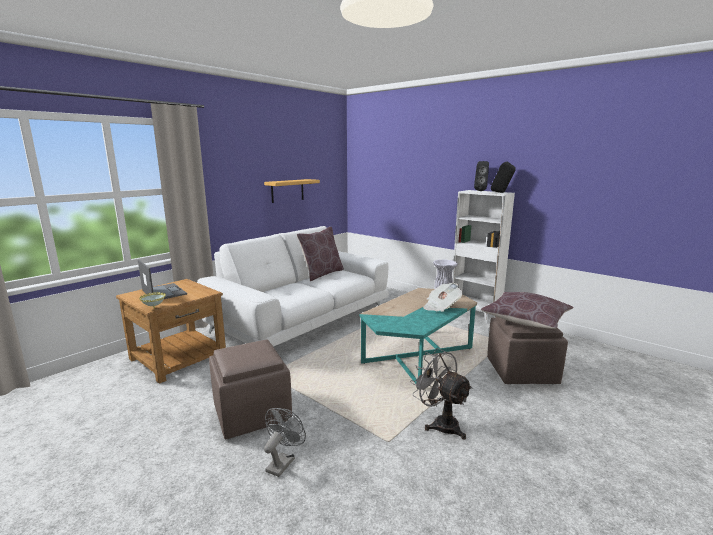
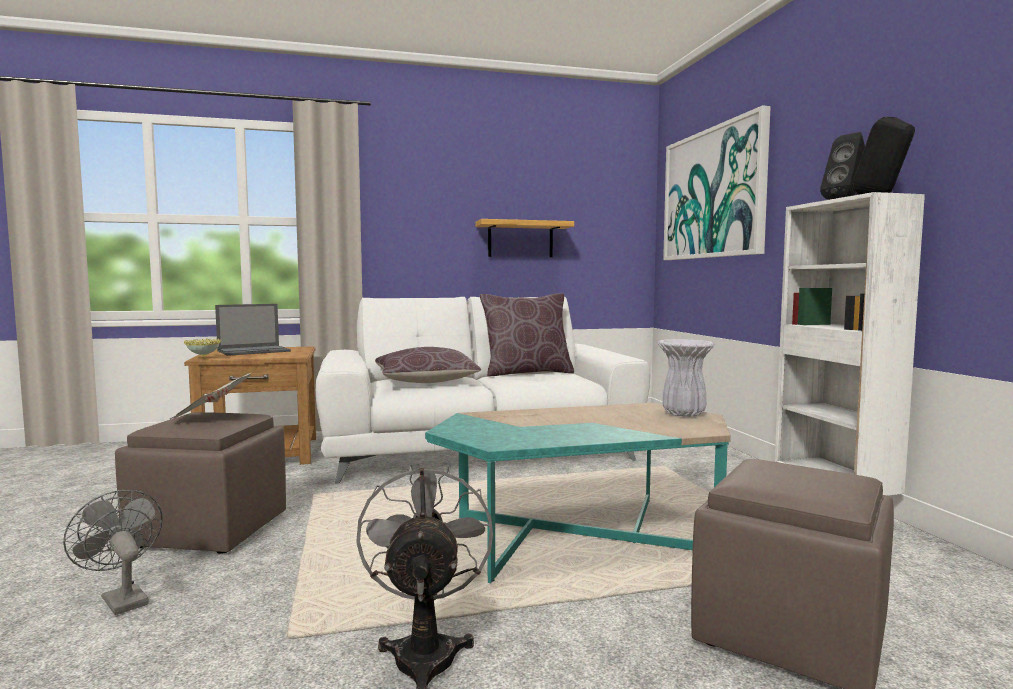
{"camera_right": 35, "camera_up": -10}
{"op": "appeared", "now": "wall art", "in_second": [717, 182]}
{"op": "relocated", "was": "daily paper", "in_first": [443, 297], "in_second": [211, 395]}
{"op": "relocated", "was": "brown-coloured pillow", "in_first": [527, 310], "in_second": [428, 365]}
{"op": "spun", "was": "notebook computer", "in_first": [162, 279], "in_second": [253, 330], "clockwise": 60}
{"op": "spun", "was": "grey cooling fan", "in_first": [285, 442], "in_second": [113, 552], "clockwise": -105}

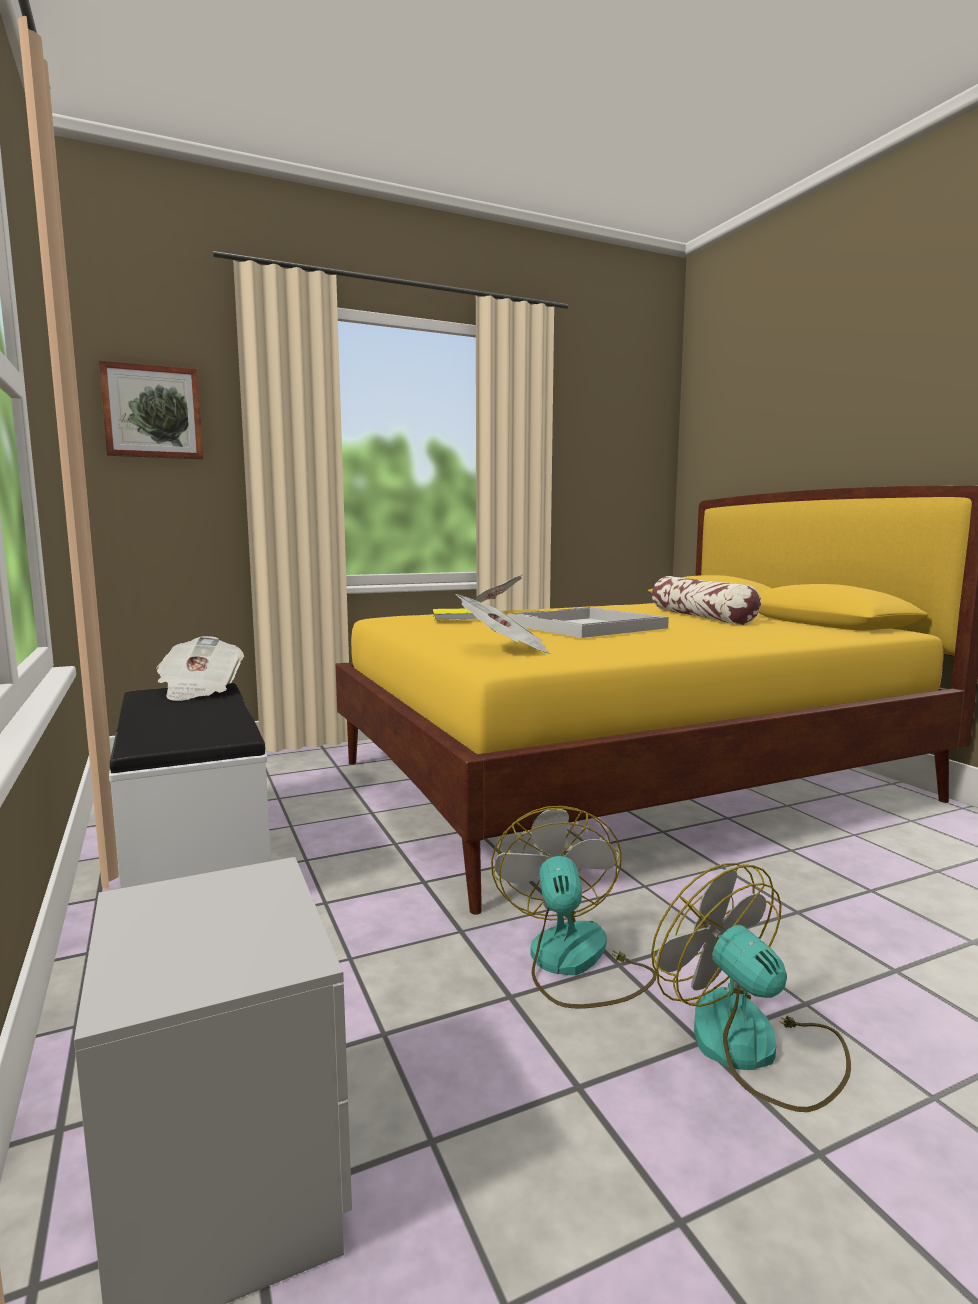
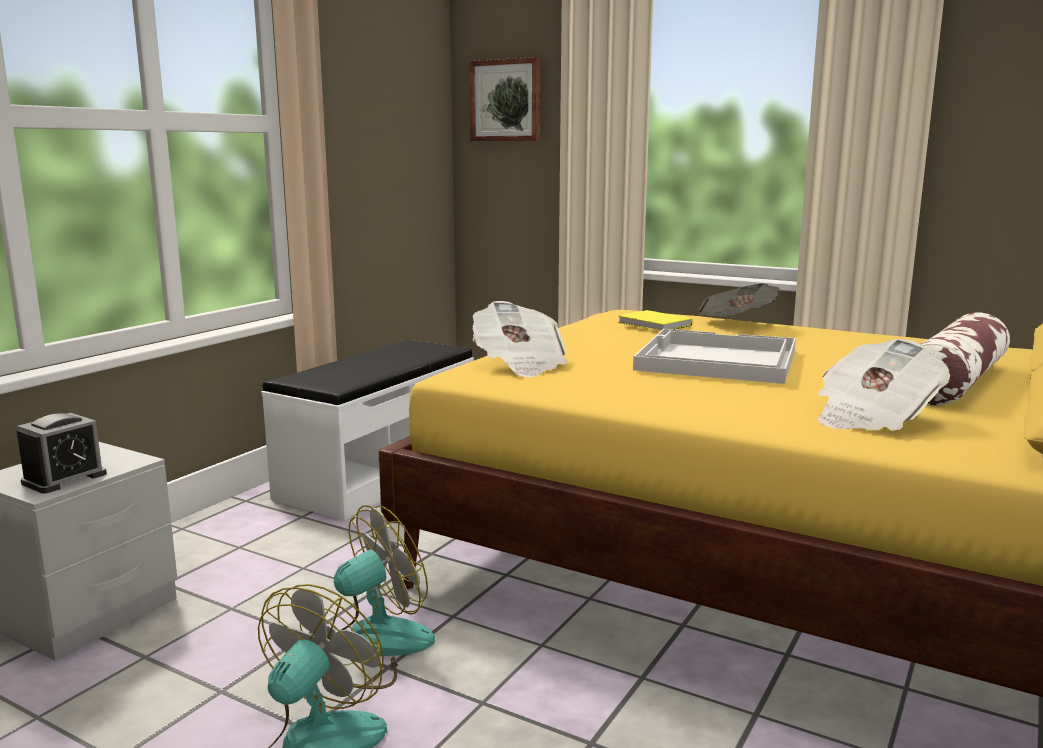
{"camera_right": 55, "camera_up": 5}
{"op": "appeared", "now": "bedside clock", "in_second": [62, 453]}
{"op": "relocated", "was": "daily paper", "in_first": [200, 668], "in_second": [884, 385]}

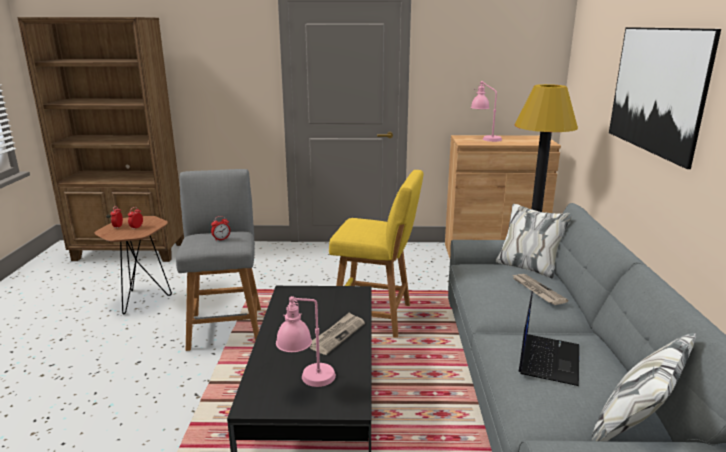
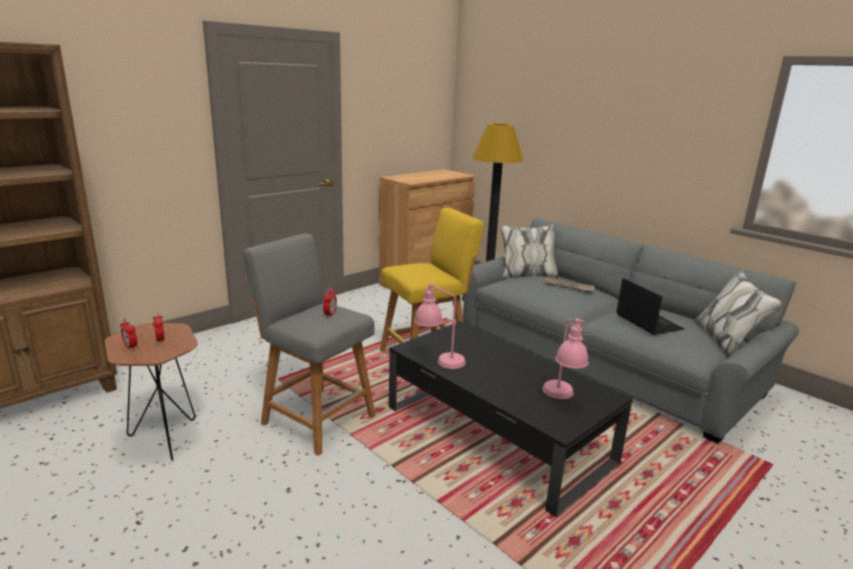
{"camera_right": -45, "camera_up": 0}
{"op": "missing", "was": "daily paper", "in_first": [337, 333]}
{"op": "missing", "was": "wall art", "in_first": [665, 98]}
{"op": "relocated", "was": "pinkish table lamp", "in_first": [486, 111], "in_second": [440, 326]}

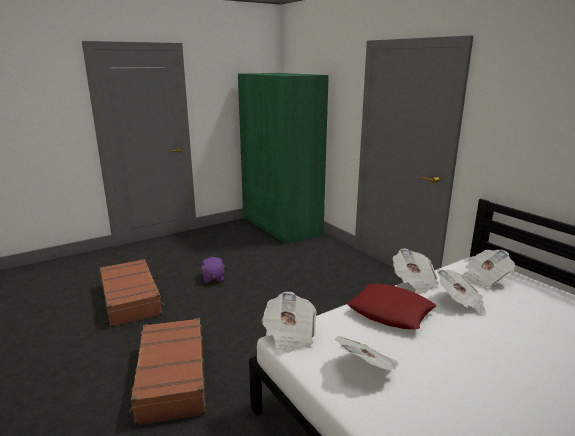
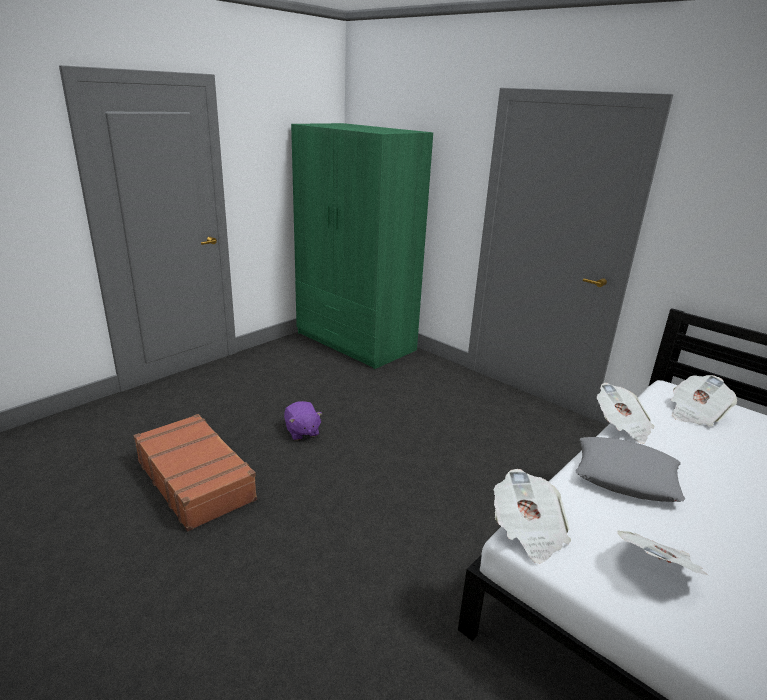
{"camera_right": -15, "camera_up": 5}
{"op": "missing", "was": "brown-coloured suitcase", "in_first": [167, 372]}
{"op": "missing", "was": "daily paper", "in_first": [461, 291]}
{"op": "colour", "was": "red-coloured pillow", "now": "grey pillow", "in_first": [391, 306], "in_second": [630, 469]}

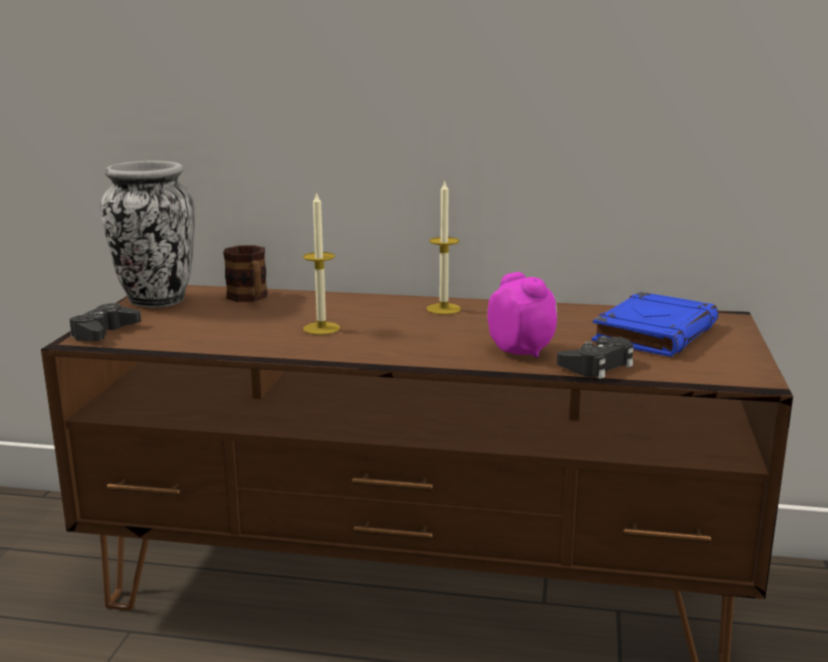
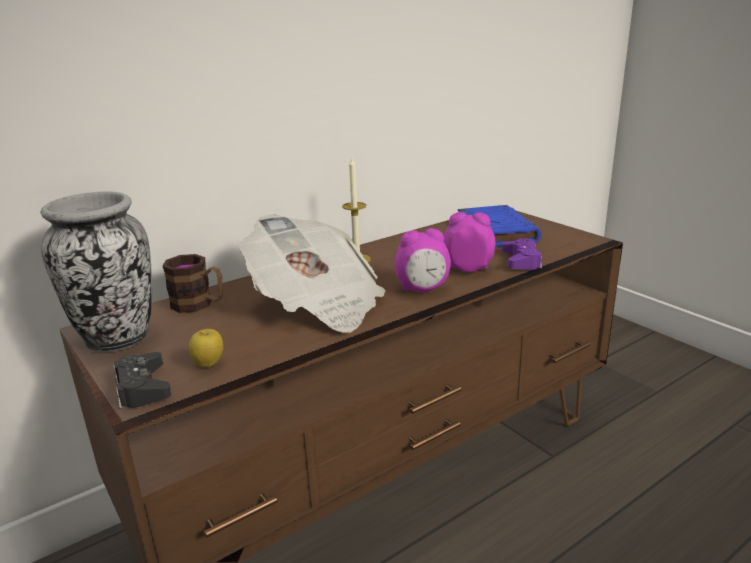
{"camera_right": -45, "camera_up": 5}
{"op": "appeared", "now": "whole apple", "in_second": [206, 348]}
{"op": "appeared", "now": "bedside clock", "in_second": [422, 260]}
{"op": "exchanged", "was": "wax candle", "now": "daily paper", "in_first": [321, 263], "in_second": [312, 274]}
{"op": "colour", "was": "black-coloured gamepad", "now": "purple gamepad", "in_first": [595, 357], "in_second": [521, 254]}

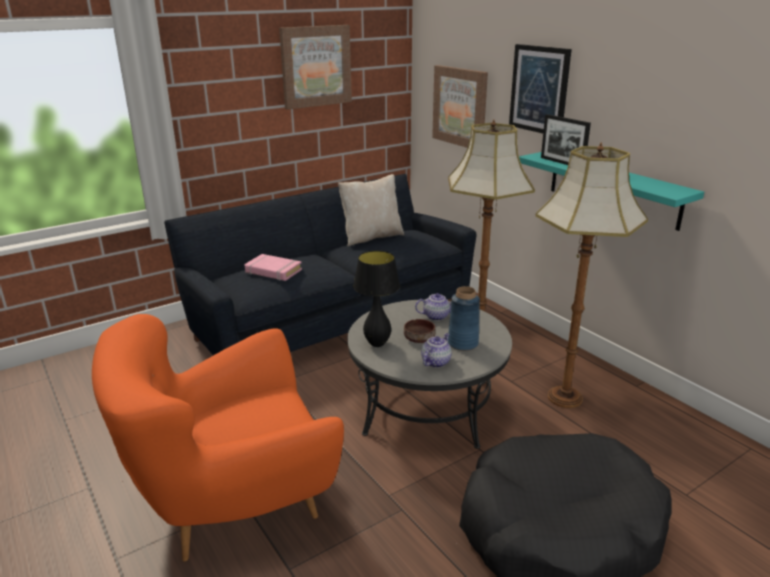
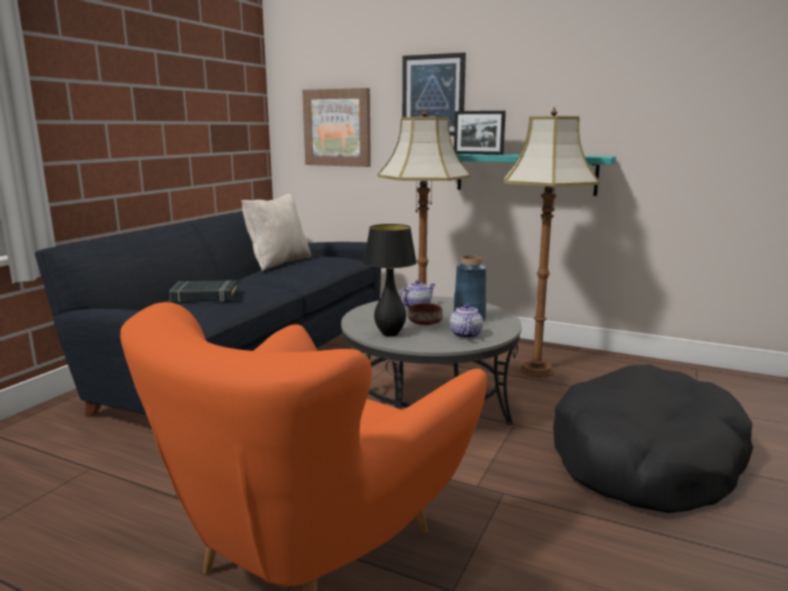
{"camera_right": -30, "camera_up": -10}
{"op": "missing", "was": "wall art", "in_first": [315, 67]}
{"op": "colour", "was": "pinkish bound book", "now": "black-coloured bound book", "in_first": [273, 267], "in_second": [203, 291]}

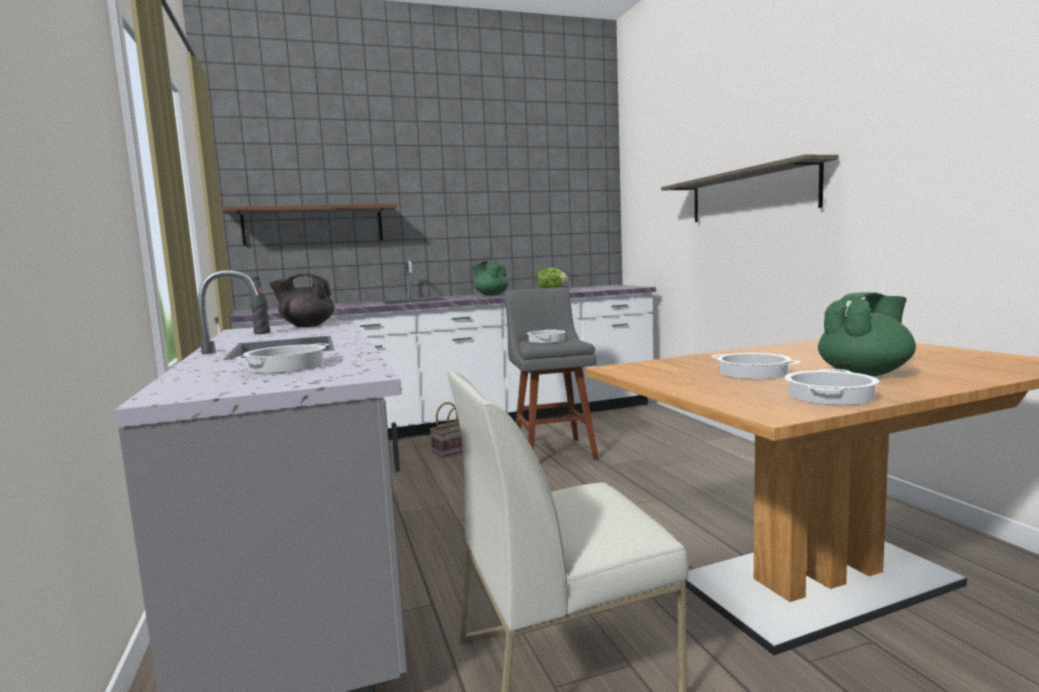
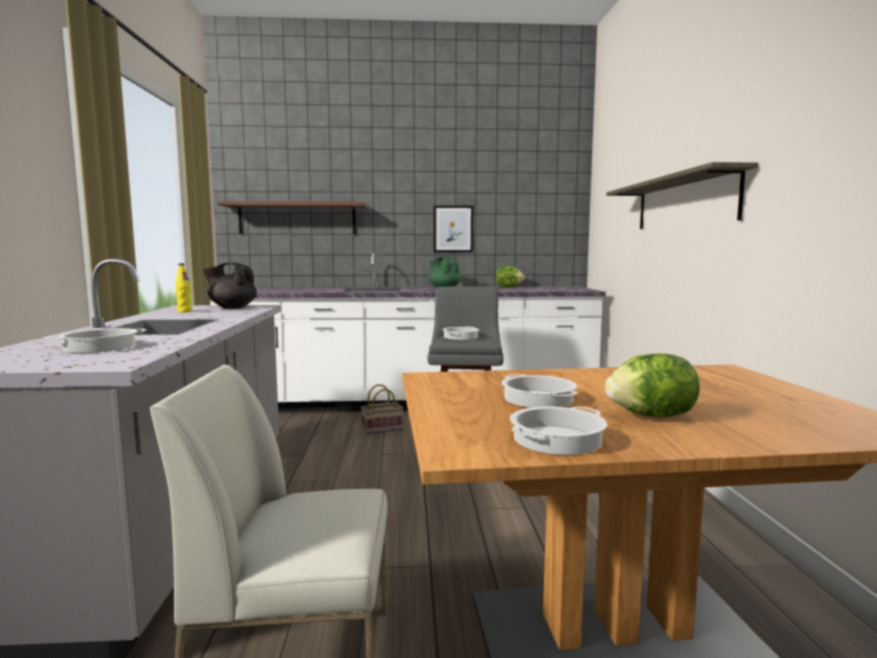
{"camera_right": 15, "camera_up": 0}
{"op": "appeared", "now": "wall art", "in_second": [453, 229]}
{"op": "exchanged", "was": "green pot for tea", "now": "lettuce", "in_first": [867, 334], "in_second": [652, 385]}
{"op": "colour", "was": "black-coloured beverage bottle", "now": "yellowish beverage bottle", "in_first": [260, 305], "in_second": [183, 287]}

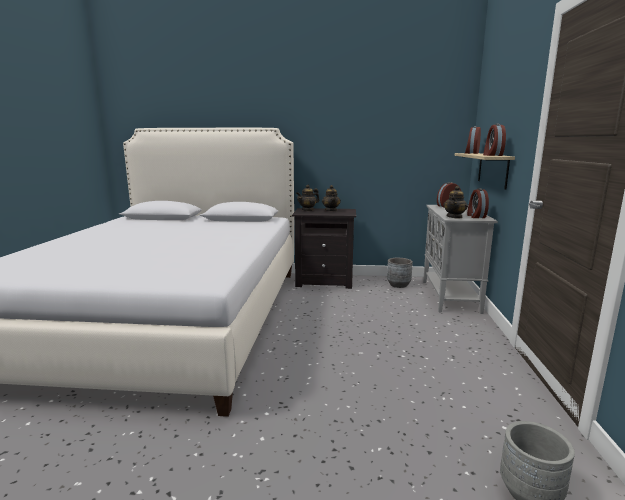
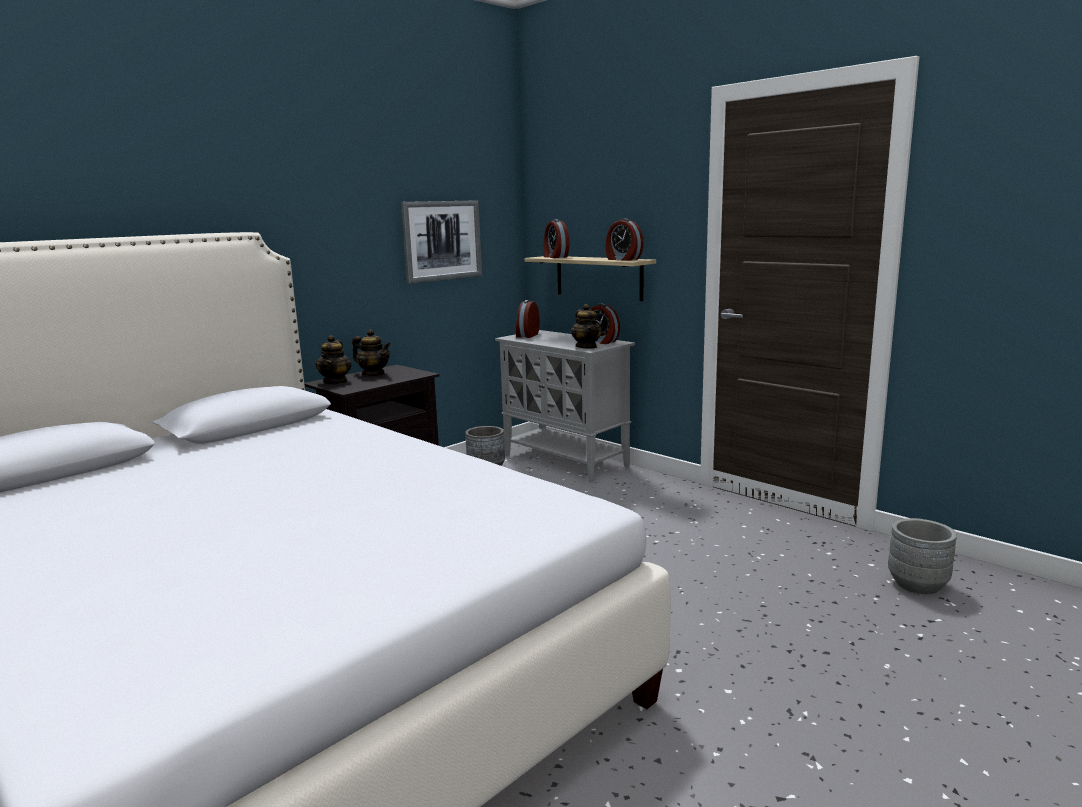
{"camera_right": -50, "camera_up": 0}
{"op": "appeared", "now": "wall art", "in_second": [441, 242]}

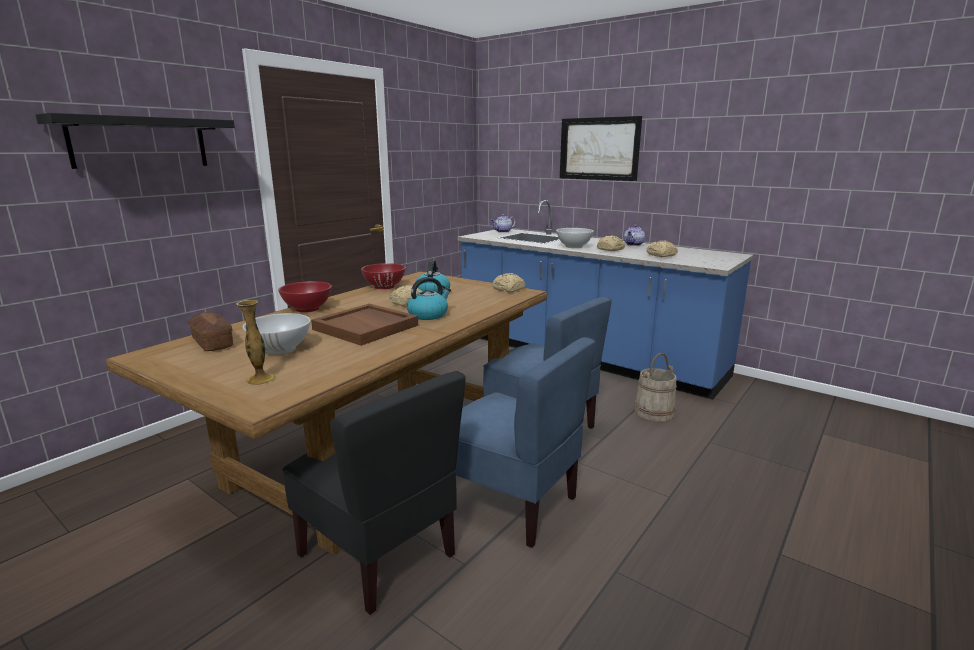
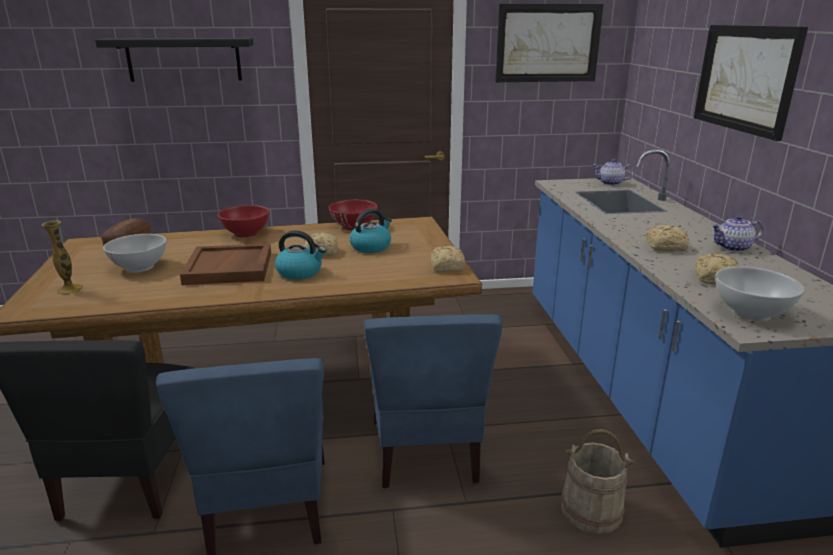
{"camera_right": 45, "camera_up": 5}
{"op": "appeared", "now": "wall art", "in_second": [549, 43]}
{"op": "relocated", "was": "white bowl", "in_first": [575, 238], "in_second": [760, 293]}

